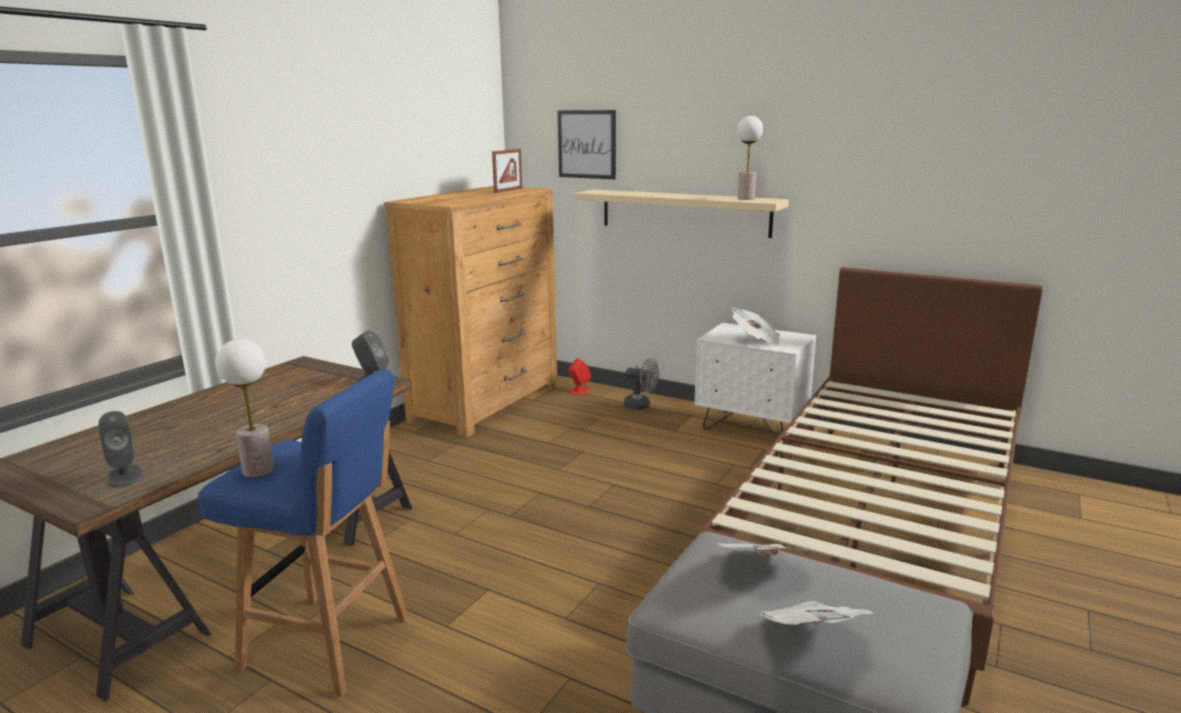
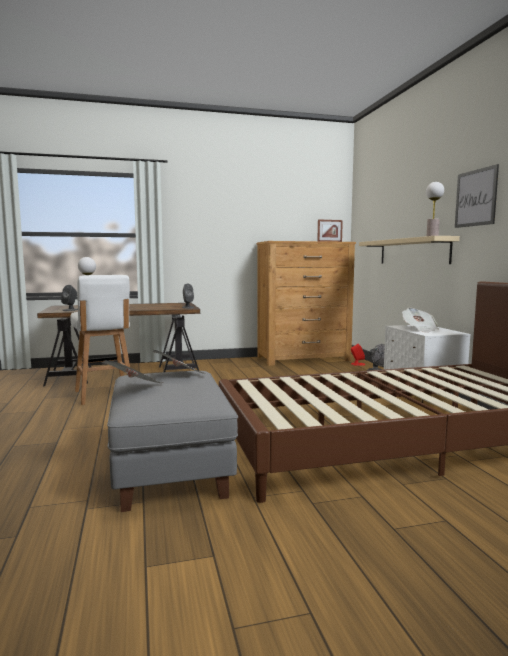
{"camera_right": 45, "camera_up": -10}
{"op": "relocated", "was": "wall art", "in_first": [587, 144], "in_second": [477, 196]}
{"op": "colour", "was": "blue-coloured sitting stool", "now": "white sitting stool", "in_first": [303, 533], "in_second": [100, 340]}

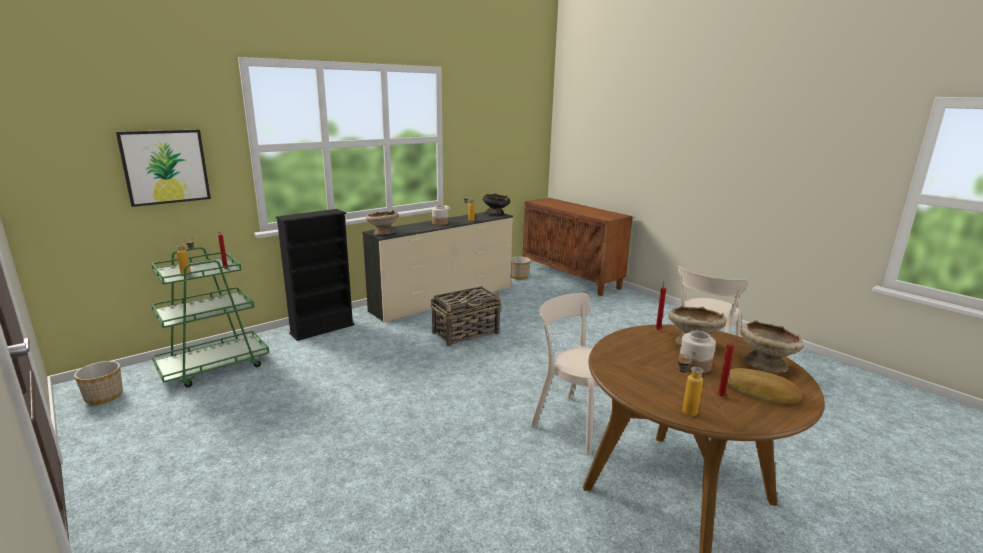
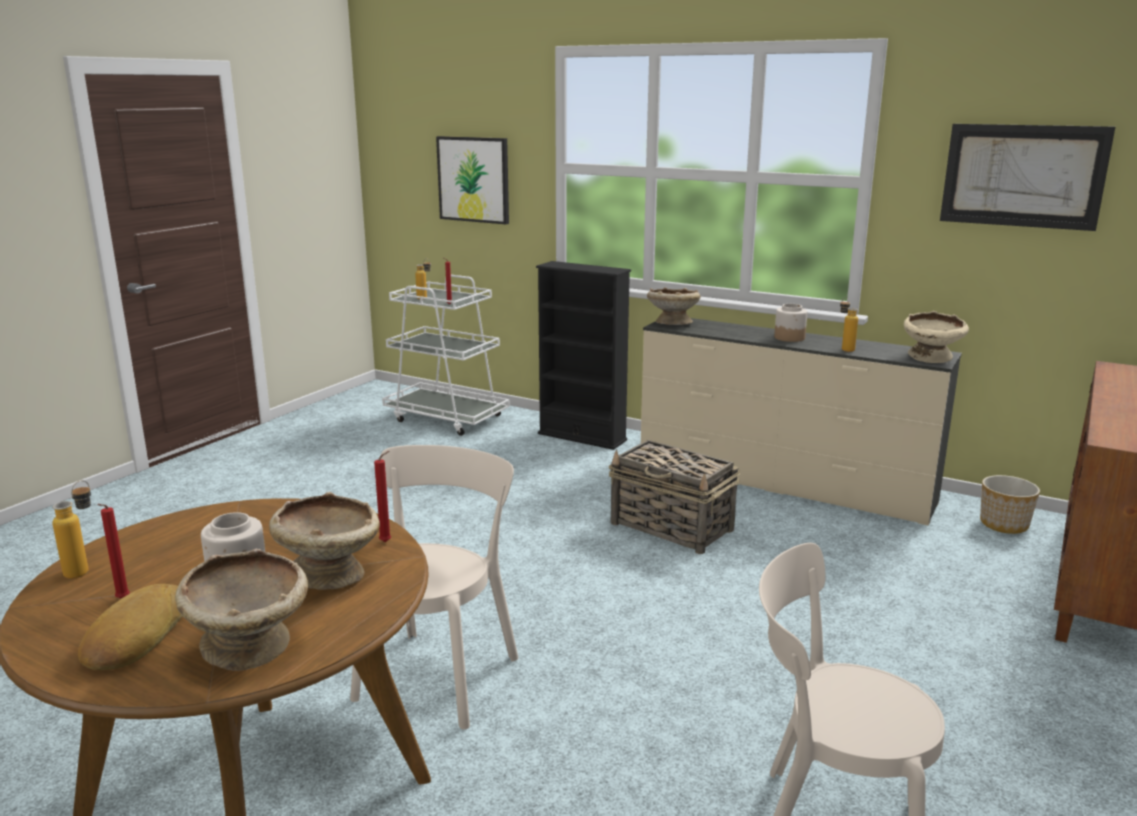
{"camera_right": 70, "camera_up": 0}
{"op": "missing", "was": "planter", "in_first": [98, 383]}
{"op": "appeared", "now": "wall art", "in_second": [1027, 177]}
{"op": "colour", "was": "green wheeled cart", "now": "white wheeled cart", "in_first": [210, 317], "in_second": [446, 355]}
{"op": "colour", "was": "black-coloured bowl", "now": "beige-coloured bowl", "in_first": [496, 205], "in_second": [936, 337]}

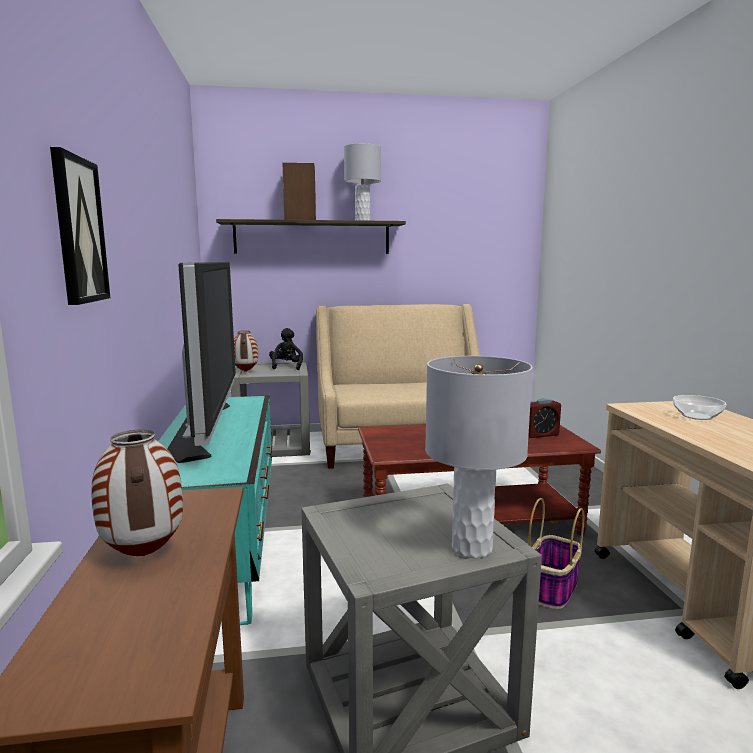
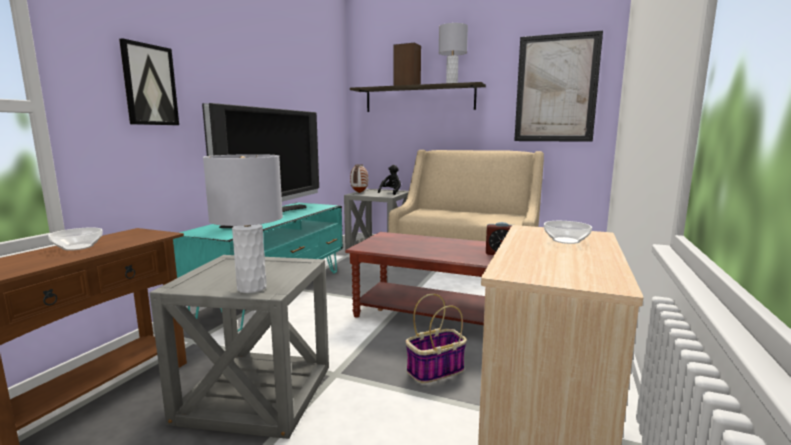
{"camera_right": 30, "camera_up": 0}
{"op": "appeared", "now": "wall art", "in_second": [558, 86]}
{"op": "exchanged", "was": "flower vase", "now": "bowl", "in_first": [137, 493], "in_second": [75, 239]}

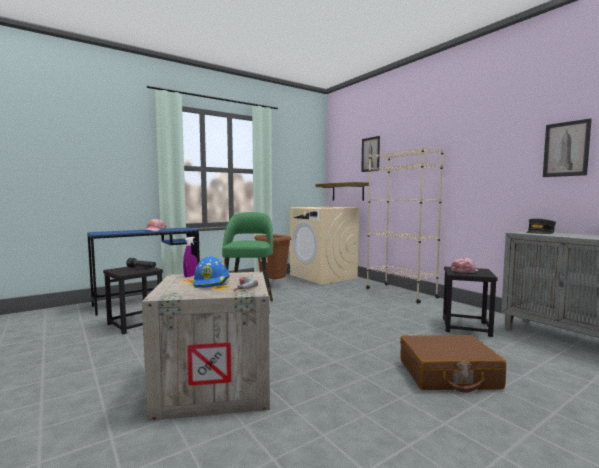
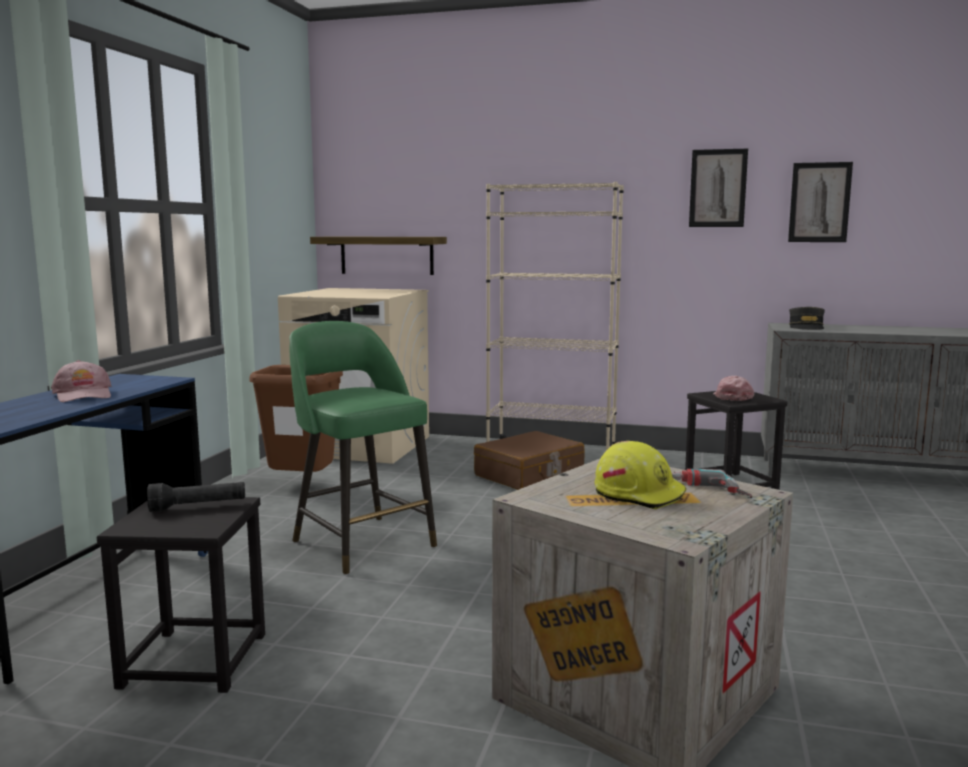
{"camera_right": -40, "camera_up": 5}
{"op": "missing", "was": "purple sprayer", "in_first": [190, 257]}
{"op": "relocated", "was": "wall art", "in_first": [370, 154], "in_second": [718, 188]}
{"op": "relocated", "was": "brown-coloured suitcase", "in_first": [453, 363], "in_second": [529, 460]}
{"op": "colour", "was": "blue-coloured work helmet", "now": "yellowish work helmet", "in_first": [211, 272], "in_second": [640, 475]}

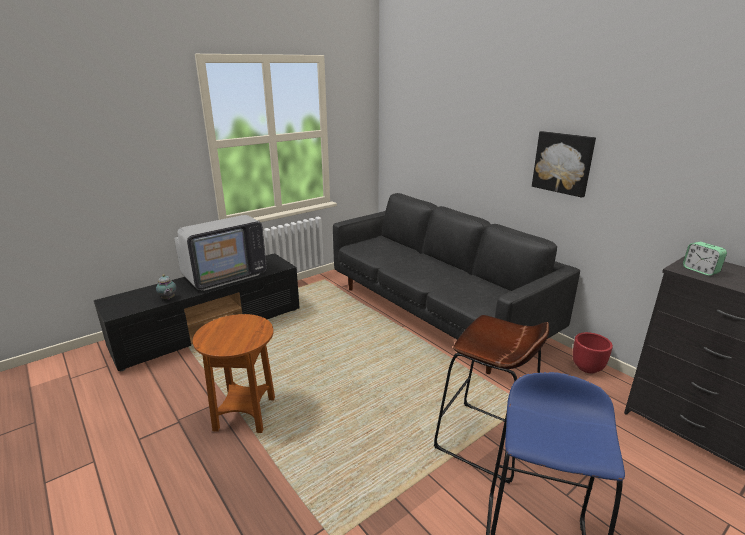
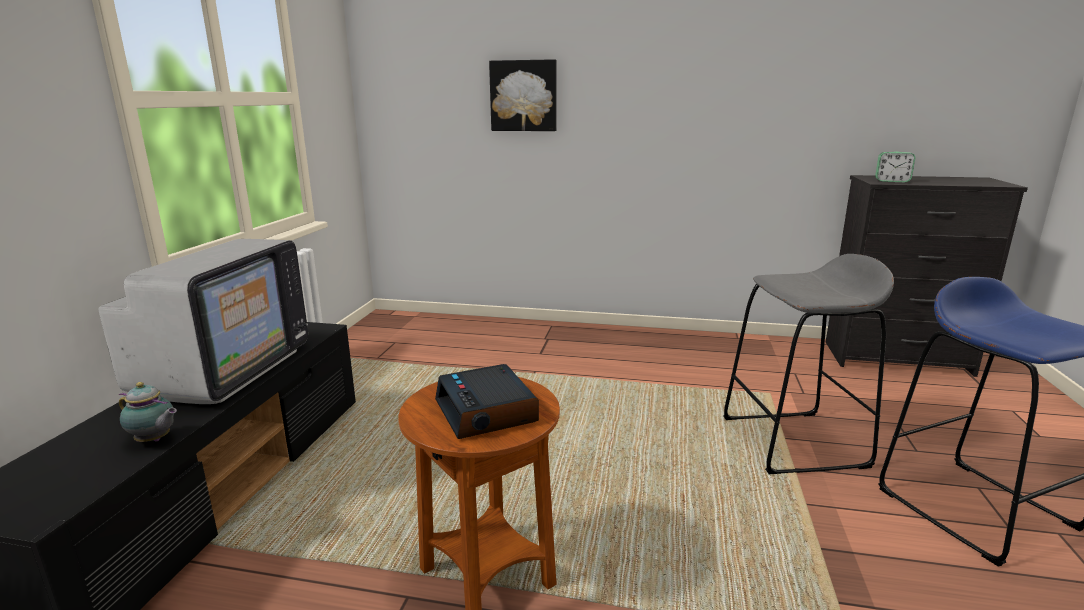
{"camera_right": -40, "camera_up": -5}
{"op": "missing", "was": "black-coloured settee", "in_first": [456, 283]}
{"op": "missing", "was": "red-coloured planter", "in_first": [593, 352]}
{"op": "appeared", "now": "bedside clock", "in_second": [487, 401]}
{"op": "relocated", "was": "wall art", "in_first": [564, 164], "in_second": [523, 95]}
{"op": "colour", "was": "brown-coloured sitting stool", "now": "grey sitting stool", "in_first": [491, 399], "in_second": [808, 364]}

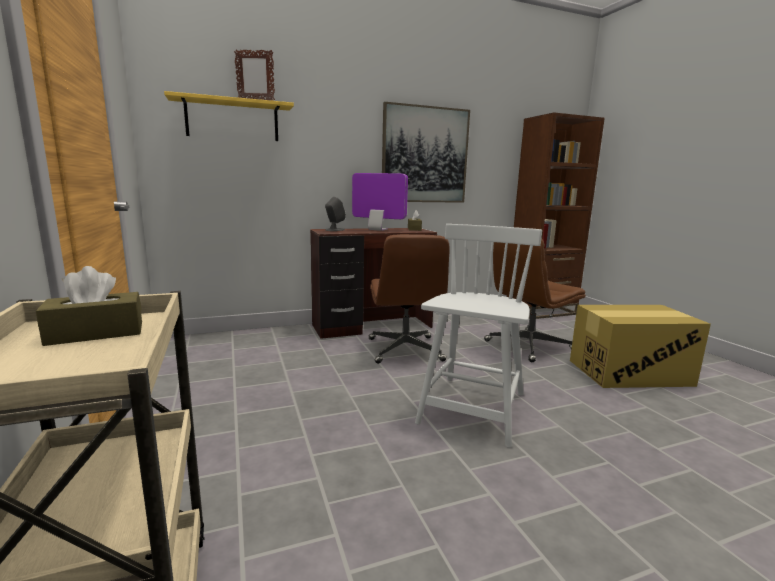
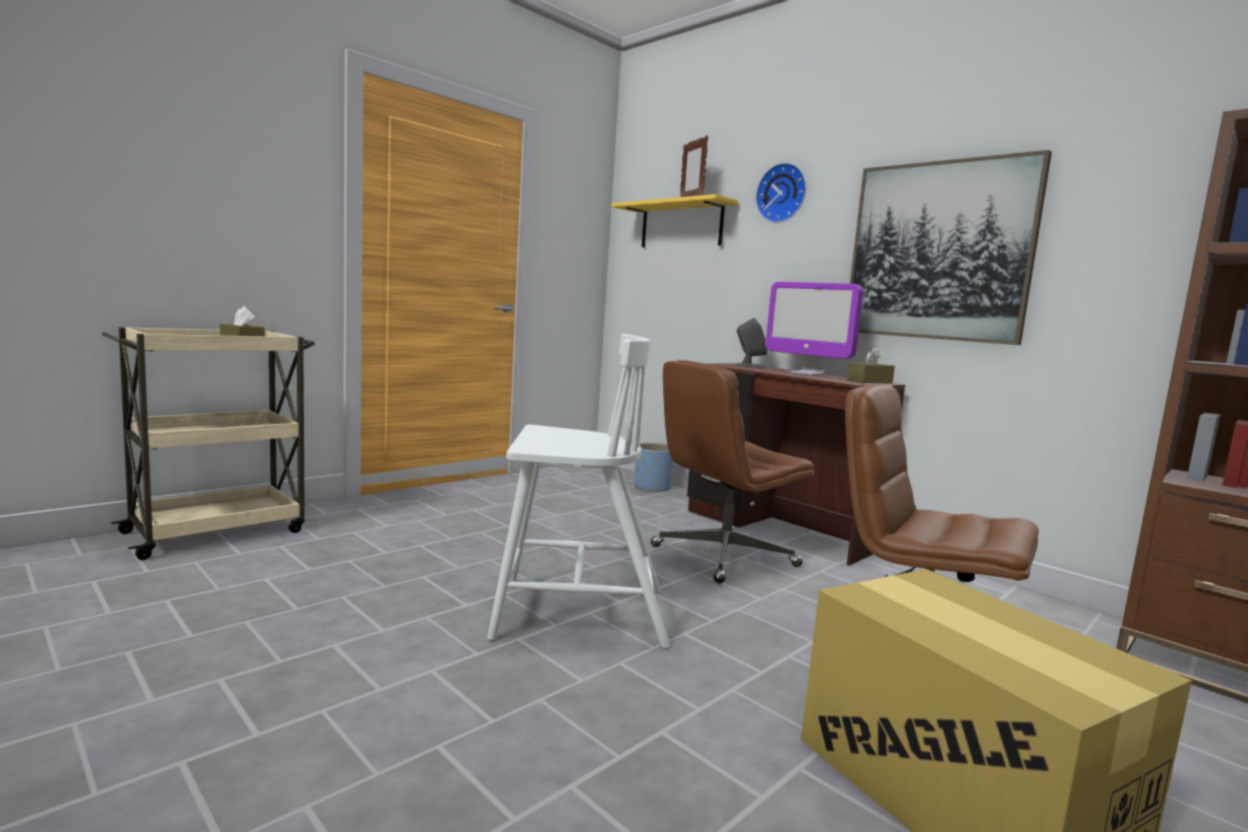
{"camera_right": 65, "camera_up": -5}
{"op": "appeared", "now": "blue-coloured planter", "in_second": [655, 468]}
{"op": "appeared", "now": "hanging clock", "in_second": [781, 193]}
{"op": "spun", "was": "computer display", "in_first": [380, 202], "in_second": [814, 328], "clockwise": 135}

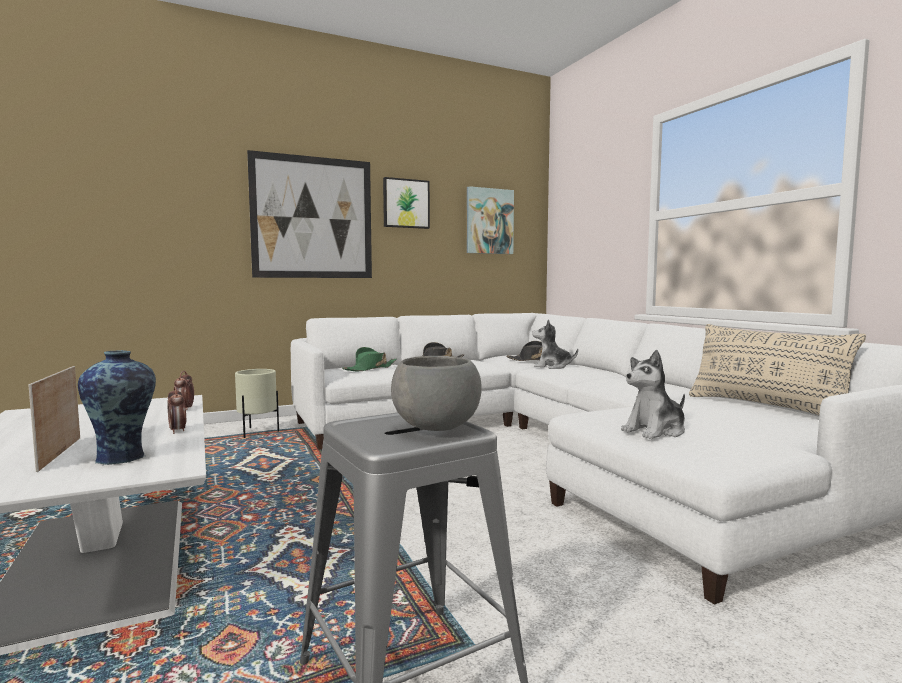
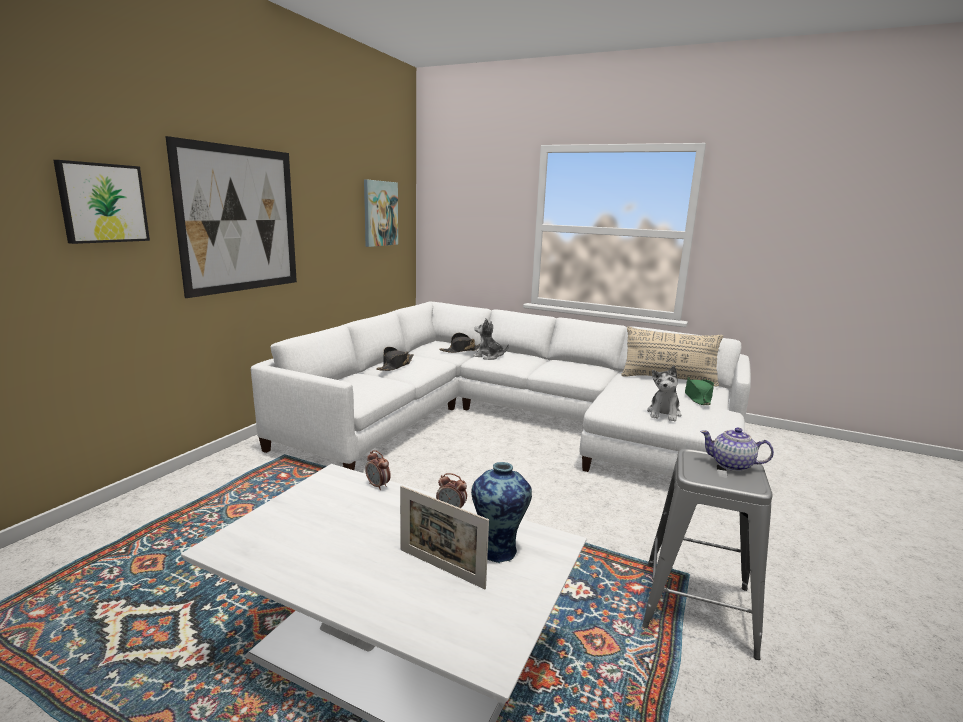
{"camera_right": -40, "camera_up": 10}
{"op": "missing", "was": "beige-coloured planter", "in_first": [257, 403]}
{"op": "relocated", "was": "green clothing hat", "in_first": [369, 359], "in_second": [699, 390]}
{"op": "relocated", "was": "wall art", "in_first": [406, 203], "in_second": [101, 202]}
{"op": "exchanged", "was": "grey bowl", "now": "pot for tea", "in_first": [436, 393], "in_second": [737, 449]}
{"op": "spun", "was": "cuddly toy", "in_first": [555, 344], "in_second": [491, 339], "clockwise": 45}

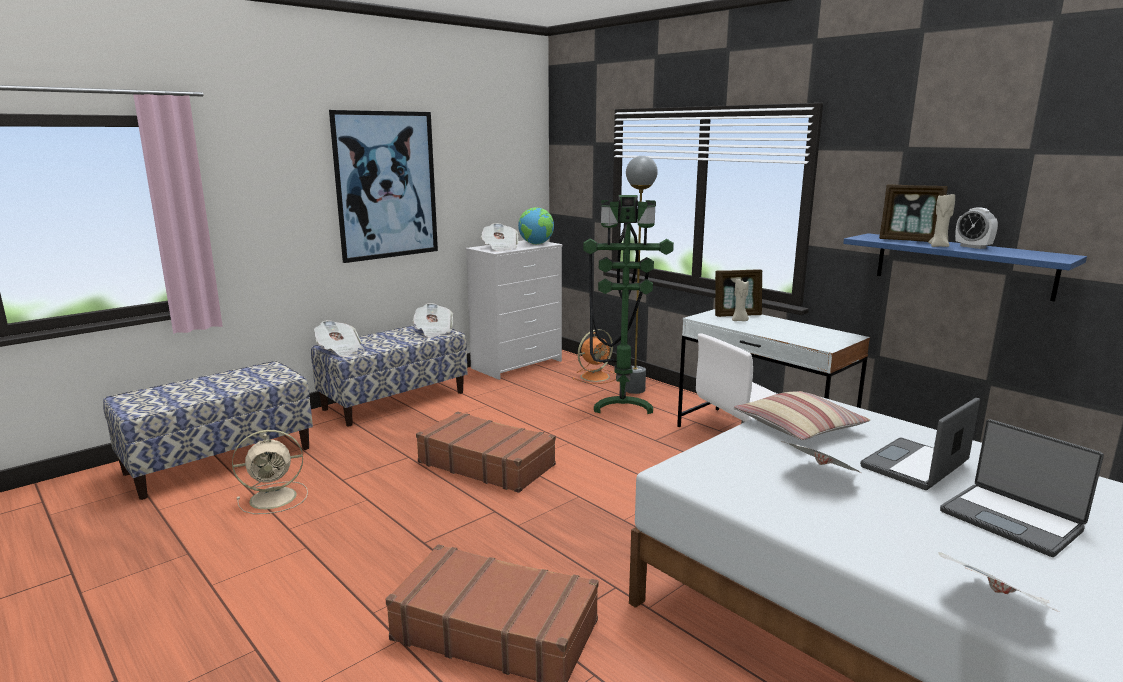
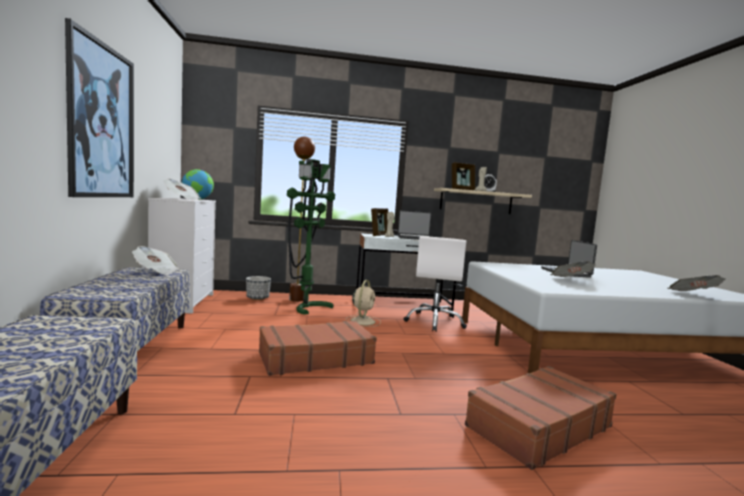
{"camera_right": -55, "camera_up": -10}
{"op": "missing", "was": "daily paper", "in_first": [338, 338]}
{"op": "missing", "was": "pillow", "in_first": [801, 415]}
{"op": "relocated", "was": "beige-coloured cooling fan", "in_first": [270, 472], "in_second": [363, 303]}
{"op": "relocated", "was": "notebook computer", "in_first": [1022, 488], "in_second": [414, 225]}
{"op": "exchanged", "was": "orangey cooling fan", "now": "planter", "in_first": [594, 356], "in_second": [258, 288]}
{"op": "colour", "was": "grey floor lamp", "now": "brown-coloured floor lamp", "in_first": [642, 275], "in_second": [302, 219]}
{"op": "colour", "was": "blue-coloured wall shelf", "now": "beige-coloured wall shelf", "in_first": [965, 267], "in_second": [483, 201]}

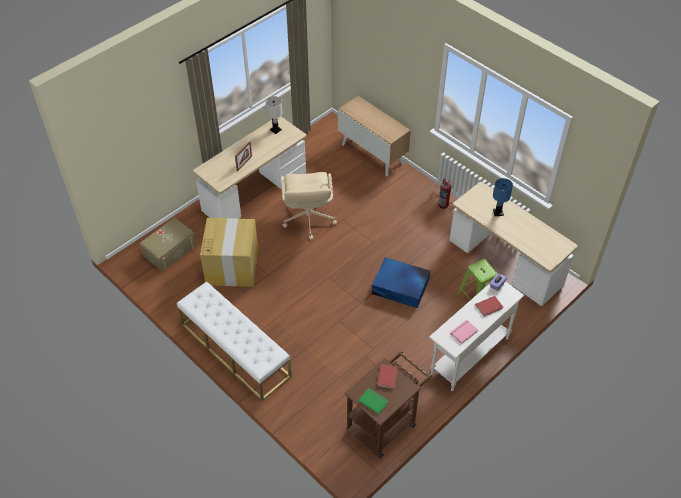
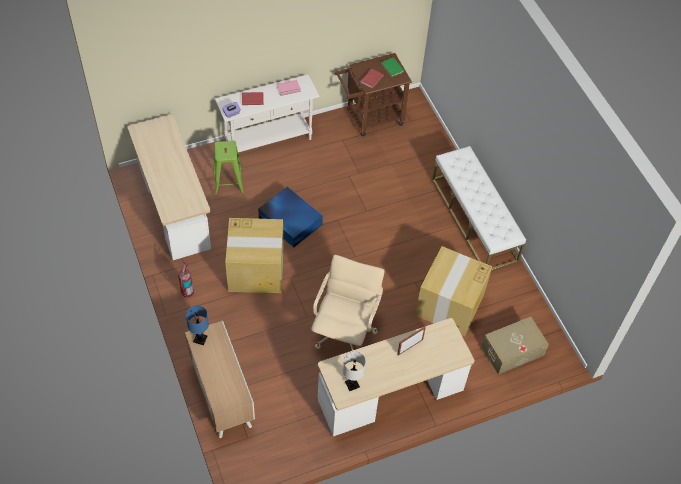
{"camera_right": -160, "camera_up": 5}
{"op": "appeared", "now": "cardboard box", "in_second": [254, 255]}
{"op": "relocated", "was": "blue-coloured table lamp", "in_first": [503, 197], "in_second": [197, 325]}

